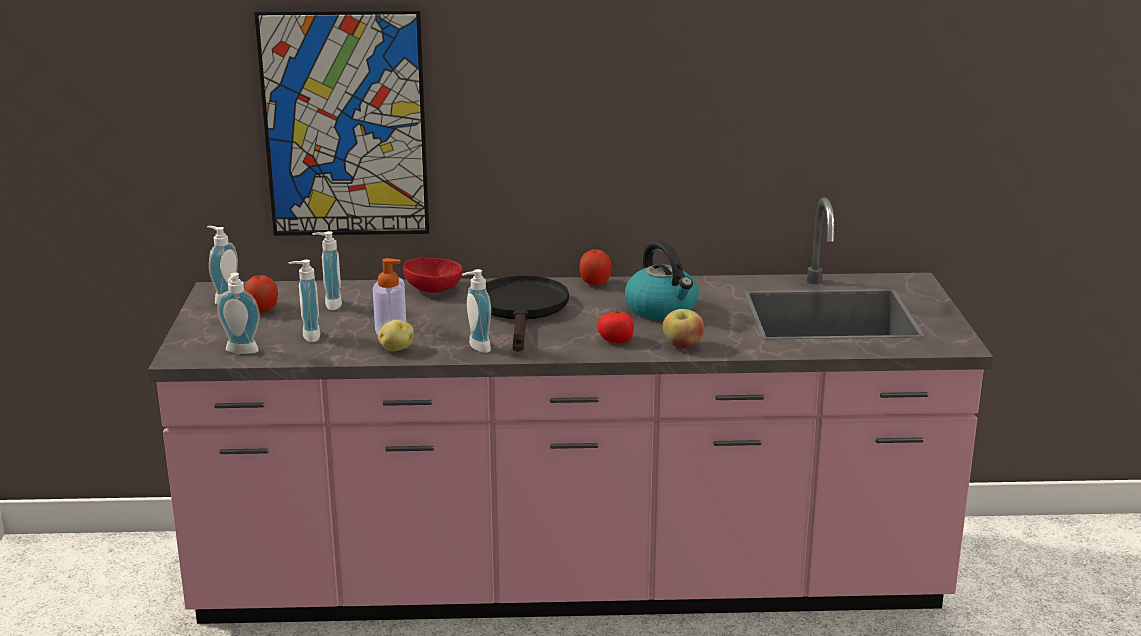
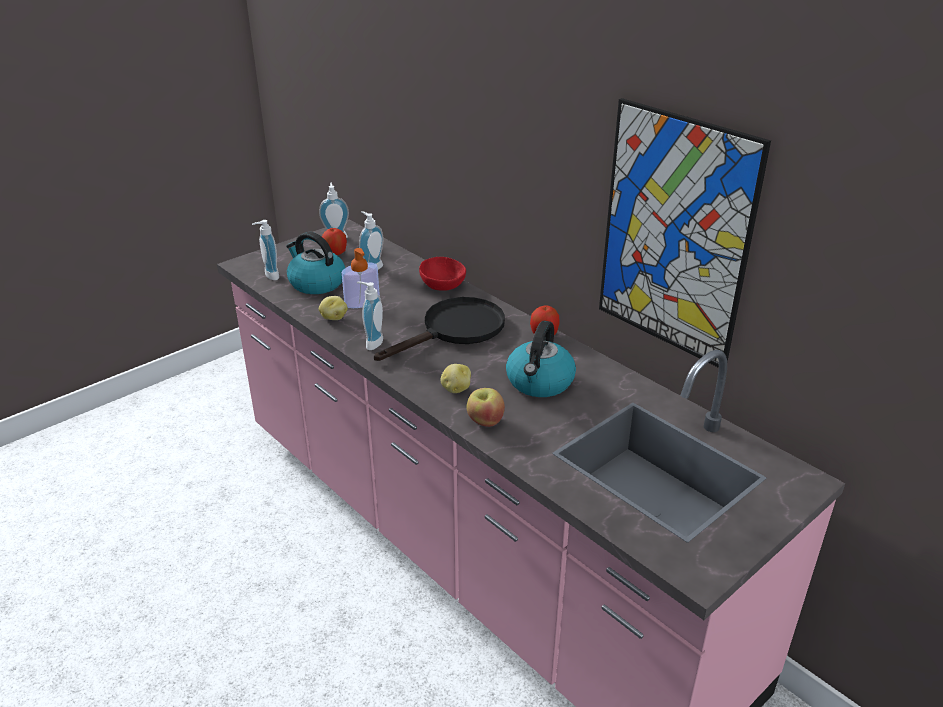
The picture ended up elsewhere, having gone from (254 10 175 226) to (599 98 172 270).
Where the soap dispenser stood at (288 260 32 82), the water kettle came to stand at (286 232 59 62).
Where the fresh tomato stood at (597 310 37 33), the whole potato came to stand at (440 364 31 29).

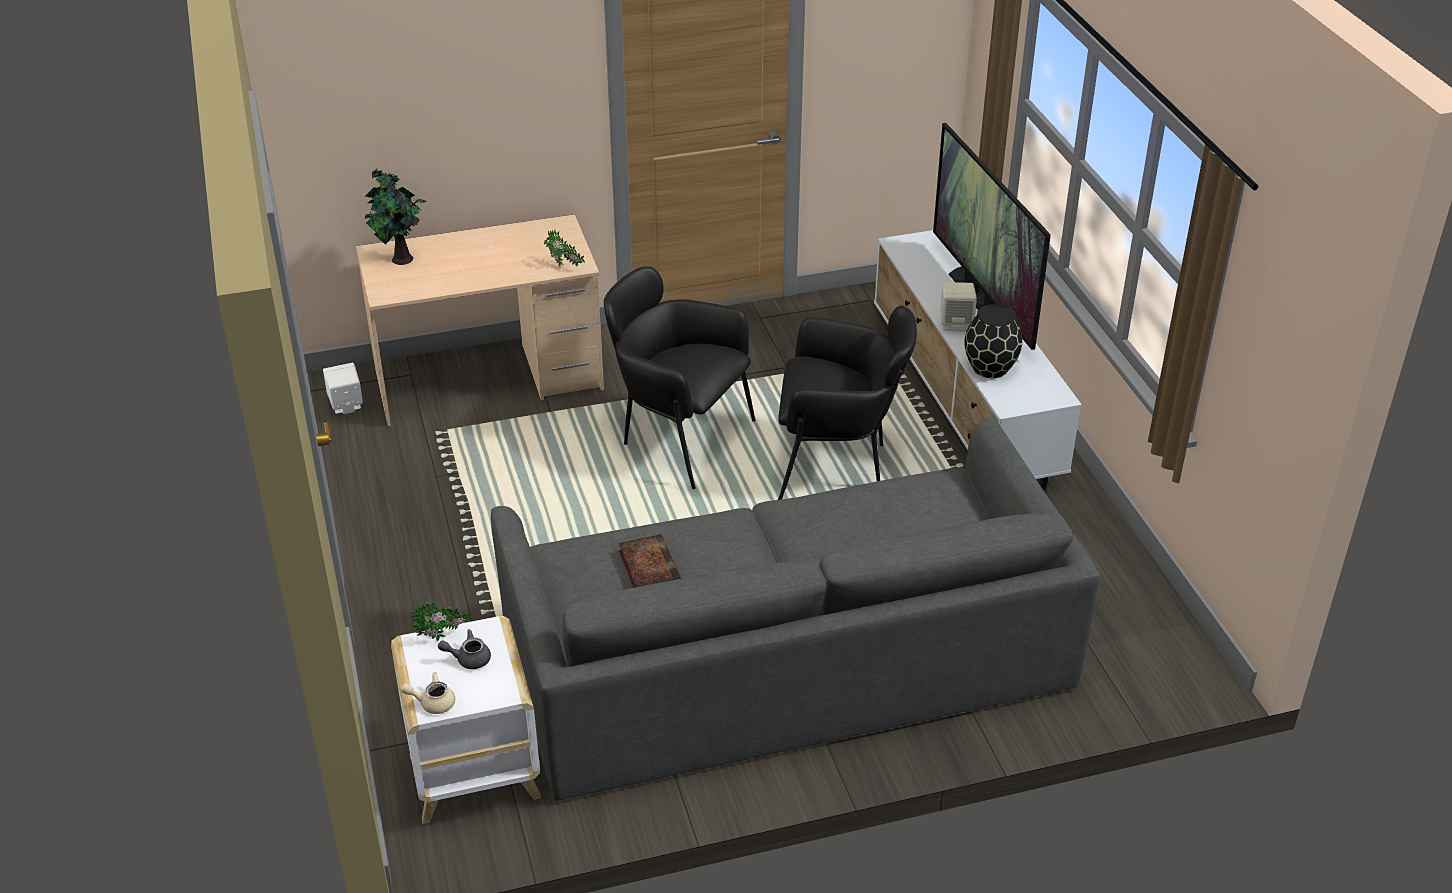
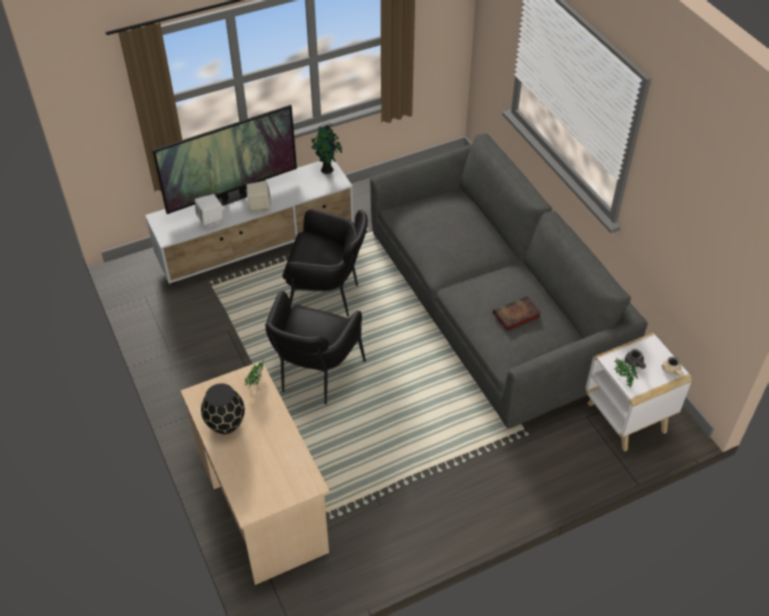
The plant in a pot ended up elsewhere, having gone from (365 169 62 96) to (311 123 31 51).
The blackish flower vase ended up elsewhere, having gone from (964 304 58 74) to (201 383 44 51).
The blackish easy chair at (778 306 139 194) ended up facing another way, 105 degrees clockwise from before.
The white-coloured loudspeaker ended up elsewhere, having gone from (323 363 40 51) to (195 194 28 34).

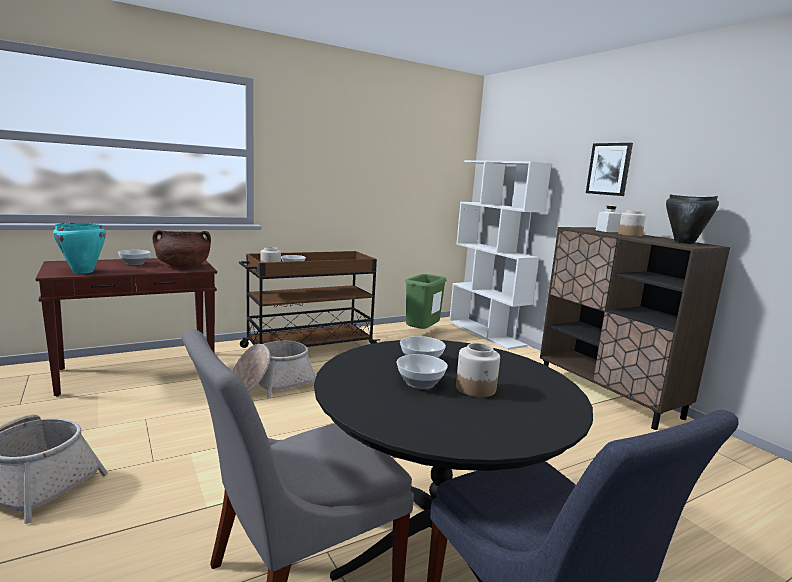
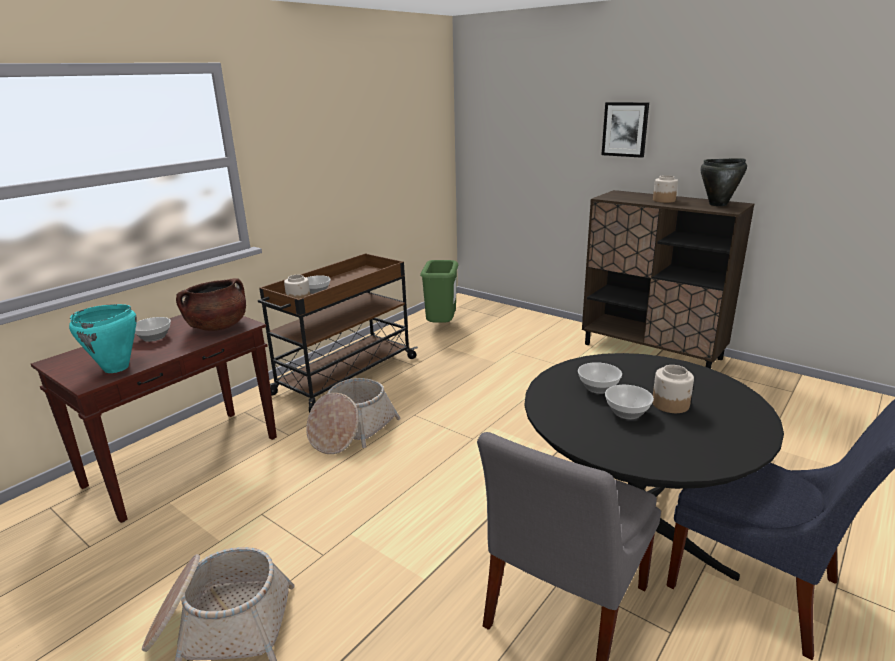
The second view lost the white-coloured shelving unit at (449 160 103 190).
The second view lost the white-coloured preserve jar at (596 206 25 26).

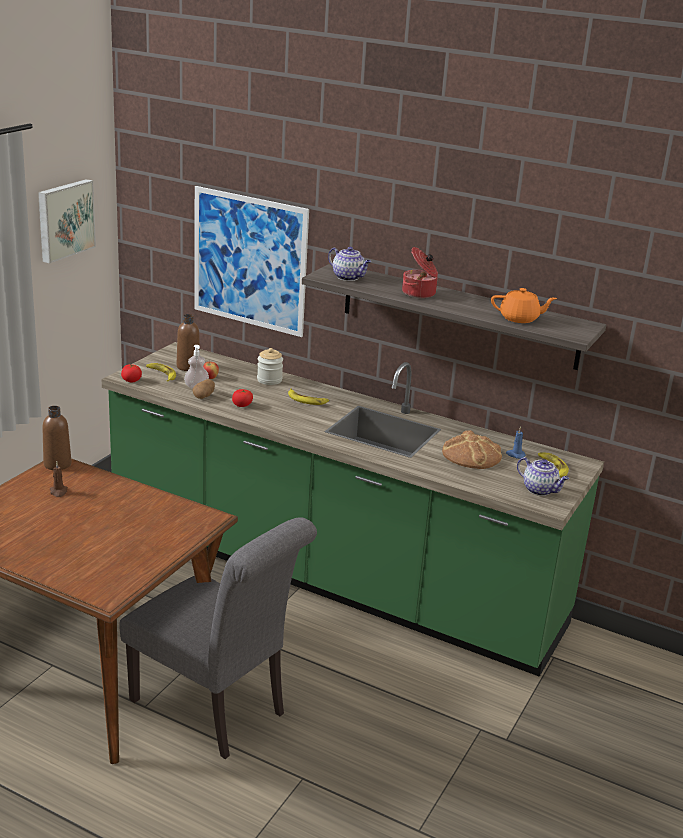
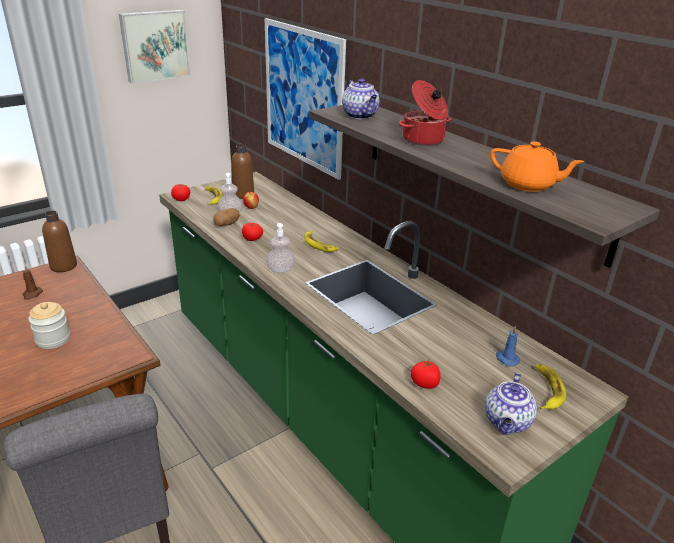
The preserve jar ended up elsewhere, having gone from (257 348 26 37) to (28 302 42 47).
The second view lost the bakery bread at (442 430 60 39).
The pot for tea at (517 457 52 39) ended up facing another way, 45 degrees clockwise from before.
The second view gained the soap dispenser at (266 223 29 50).
The second view gained the fresh tomato at (411 359 30 30).

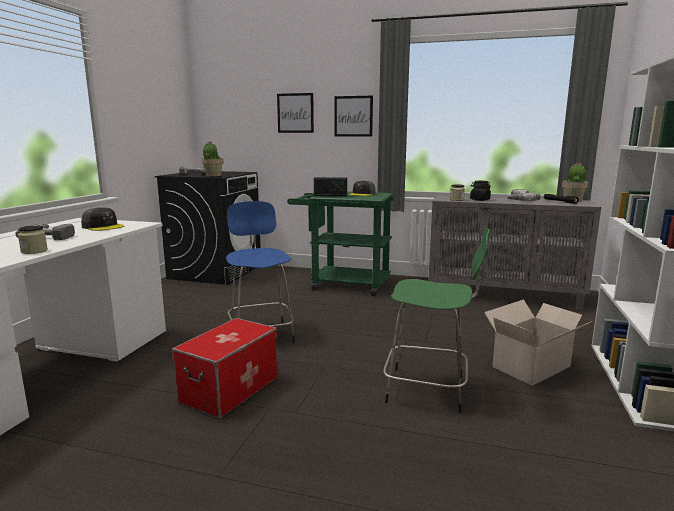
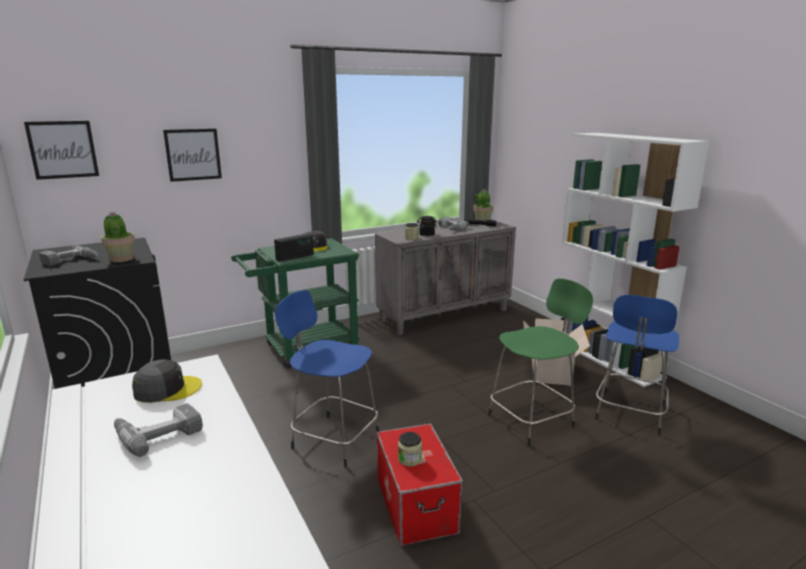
The picture ended up elsewhere, having gone from (334 96 39 41) to (24 121 75 59).
The preserve jar ended up elsewhere, having gone from (18 225 30 29) to (398 432 24 35).
The second view gained the blue-coloured stool seat at (595 295 84 141).

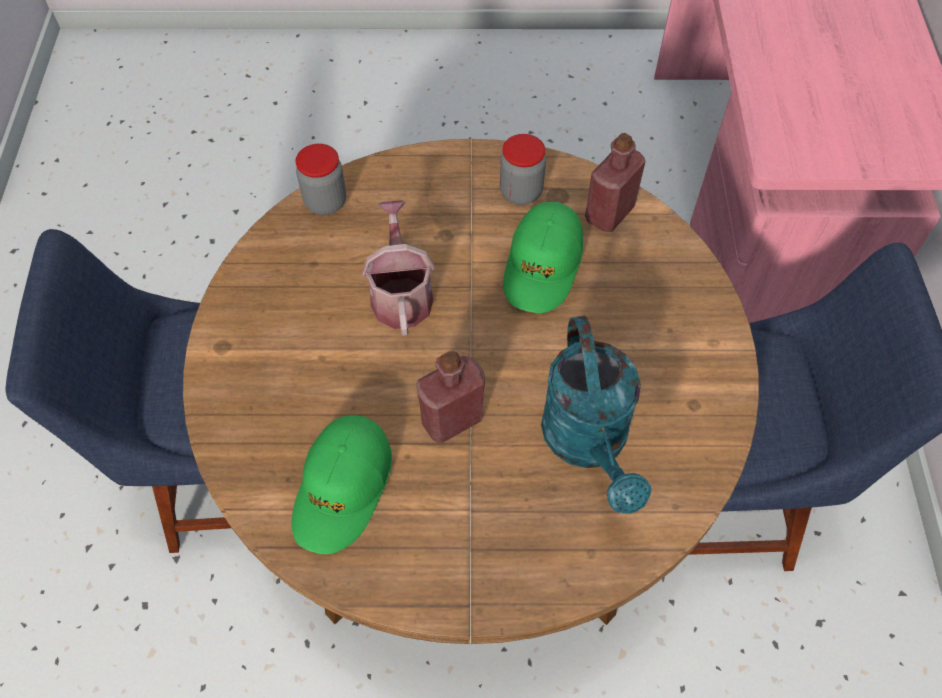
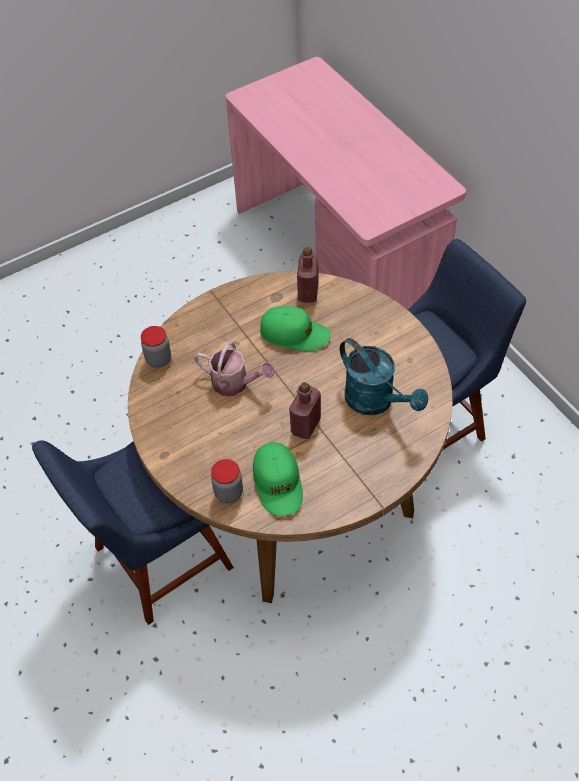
The preserve jar ended up elsewhere, having gone from (500 134 46 71) to (211 459 32 44).
The watering pot at (362 200 73 136) ended up facing another way, 150 degrees clockwise from before.
The greenish peaked cap at (503 202 80 111) ended up facing another way, 60 degrees counterclockwise from before.

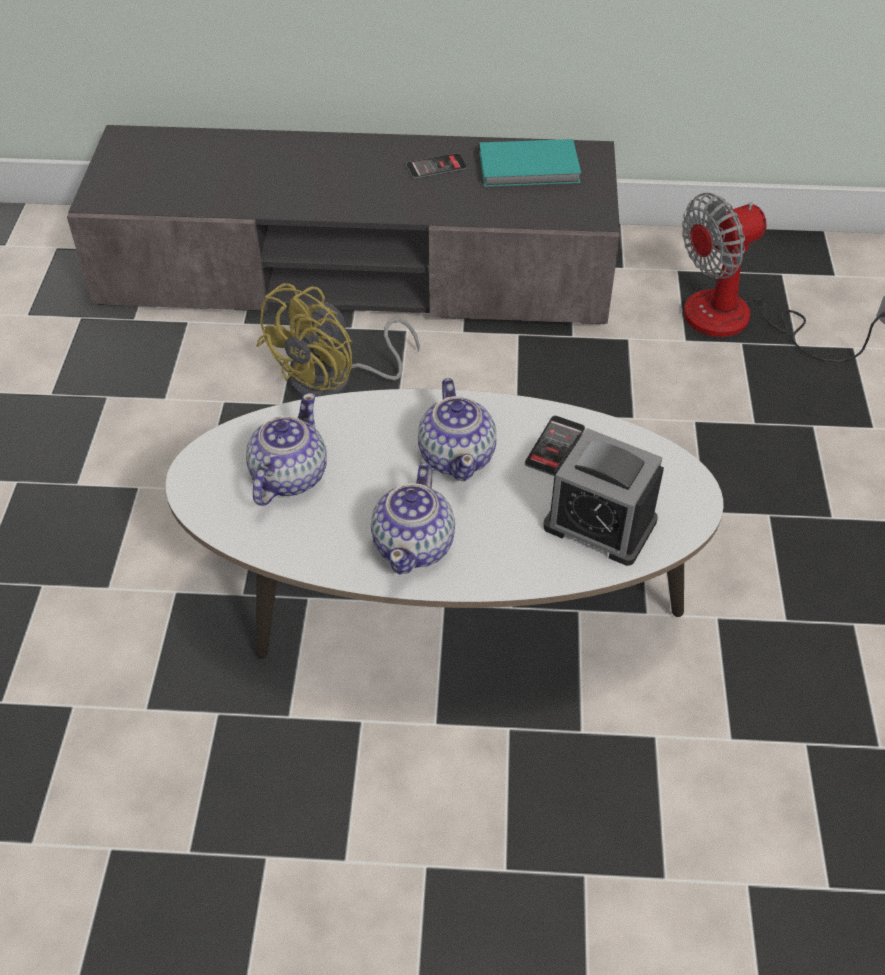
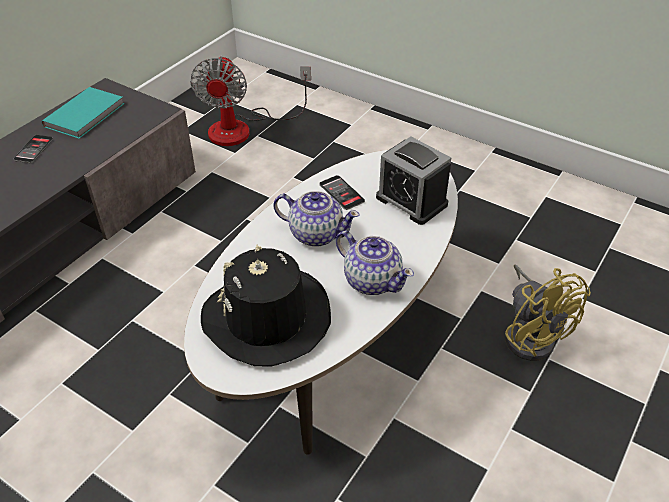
The yellow-coloured fan ended up elsewhere, having gone from (256 283 164 115) to (505 264 86 97).
Where the pot for tea stood at (246 393 81 113), the blackish hat came to stand at (201 245 130 121).
The table clock at (543 428 121 138) ended up facing another way, 75 degrees clockwise from before.

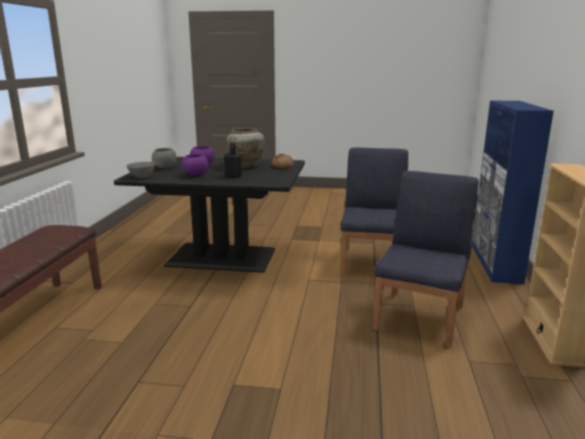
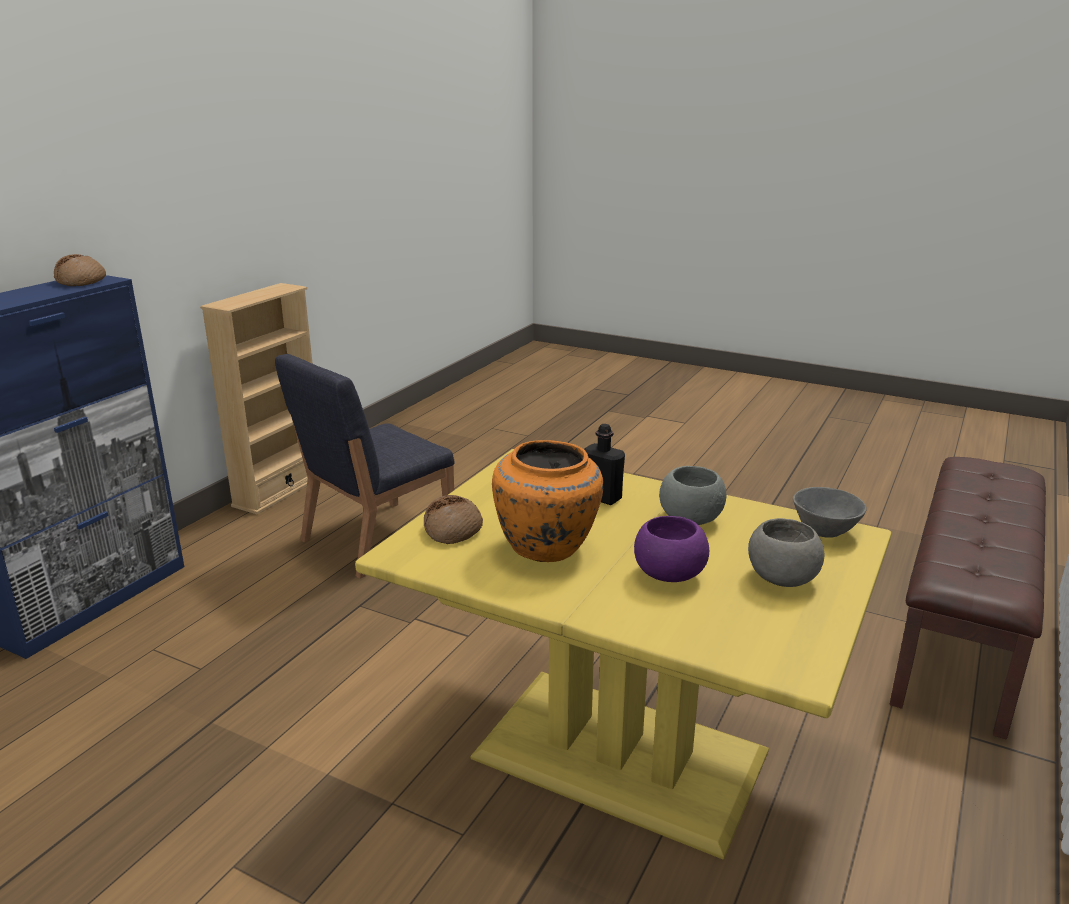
What was the beige-coloured flower vase at (226 128 39 40) turned into the orange flower vase at (492 440 112 122).
The second view lost the blue-coloured upright chair at (340 148 68 127).
What was the purple deep dish at (182 154 27 22) turned into the gray deep dish at (659 466 67 59).
What was the blackish kitchen table at (114 157 191 116) turned into the yellow-coloured kitchen table at (355 449 536 411).
The second view gained the bakery bread at (54 254 52 32).

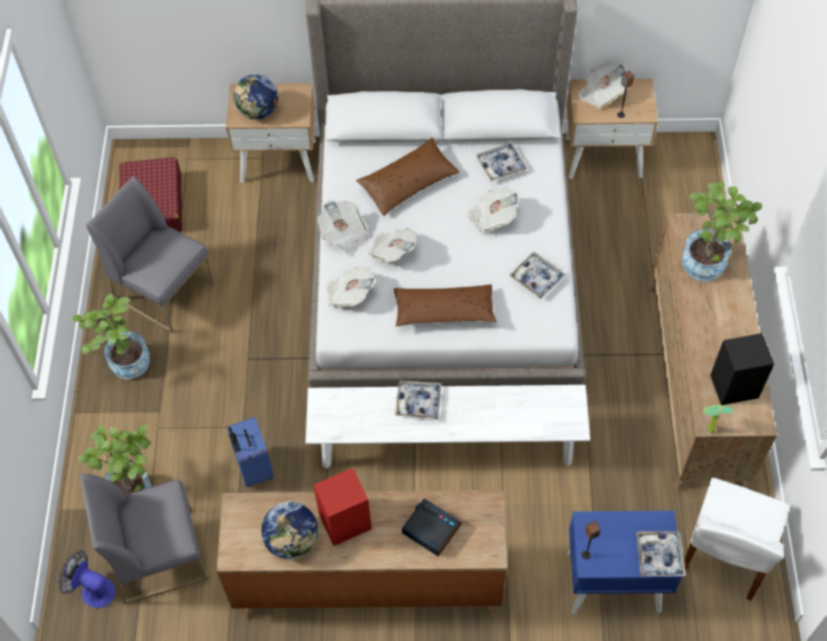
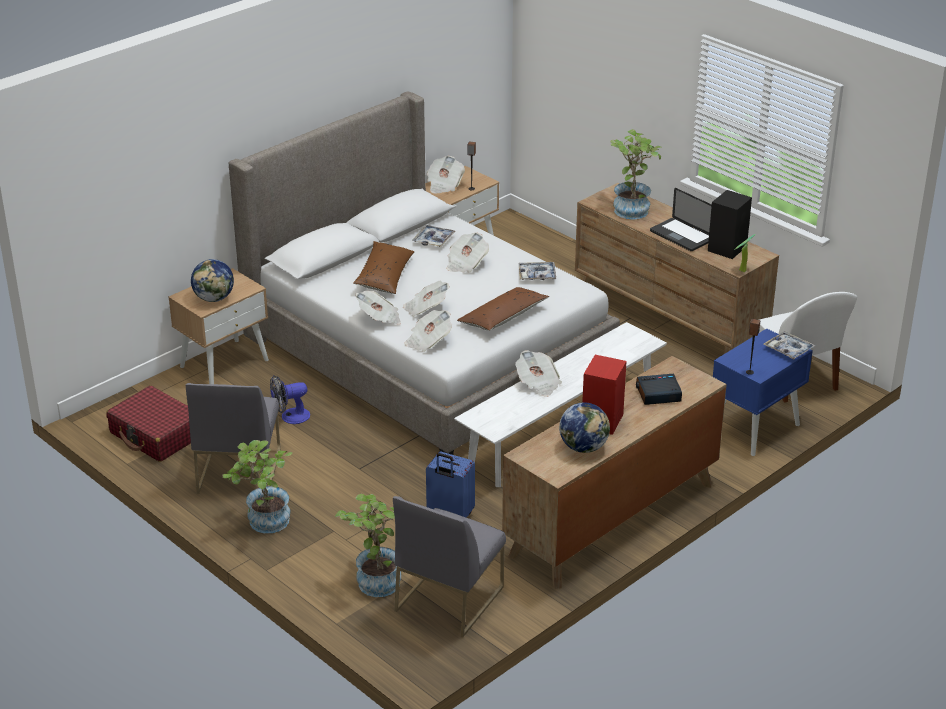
The gray upright chair at (86 176 129 157) ended up facing another way, 75 degrees counterclockwise from before.
Where the serving tray stood at (395 381 47 38), the daily paper came to stand at (515 350 47 47).
The fan ended up elsewhere, having gone from (59 551 57 57) to (270 375 40 49).
The second view gained the notebook computer at (650 188 62 63).

